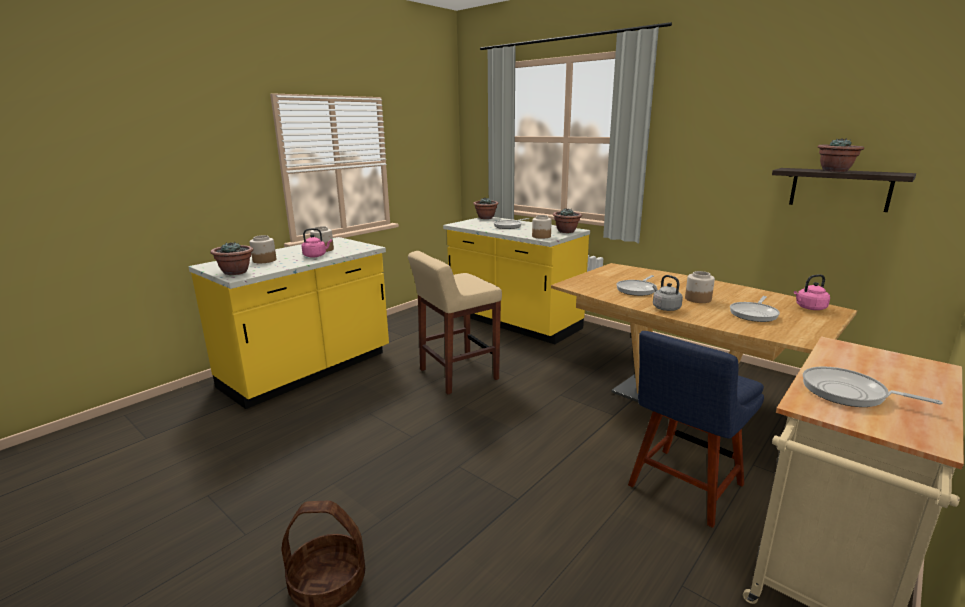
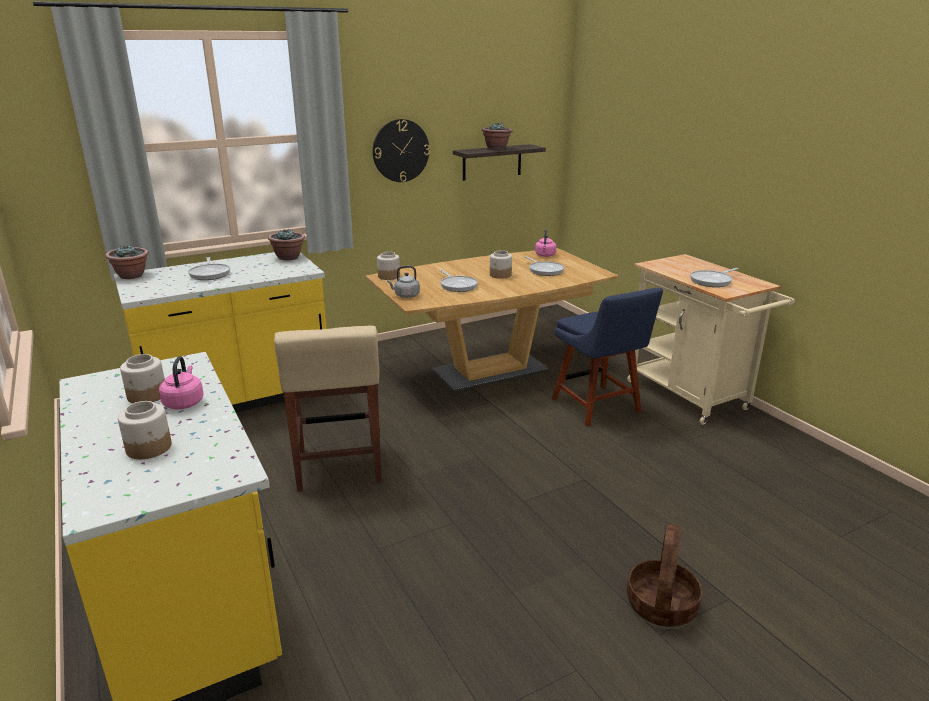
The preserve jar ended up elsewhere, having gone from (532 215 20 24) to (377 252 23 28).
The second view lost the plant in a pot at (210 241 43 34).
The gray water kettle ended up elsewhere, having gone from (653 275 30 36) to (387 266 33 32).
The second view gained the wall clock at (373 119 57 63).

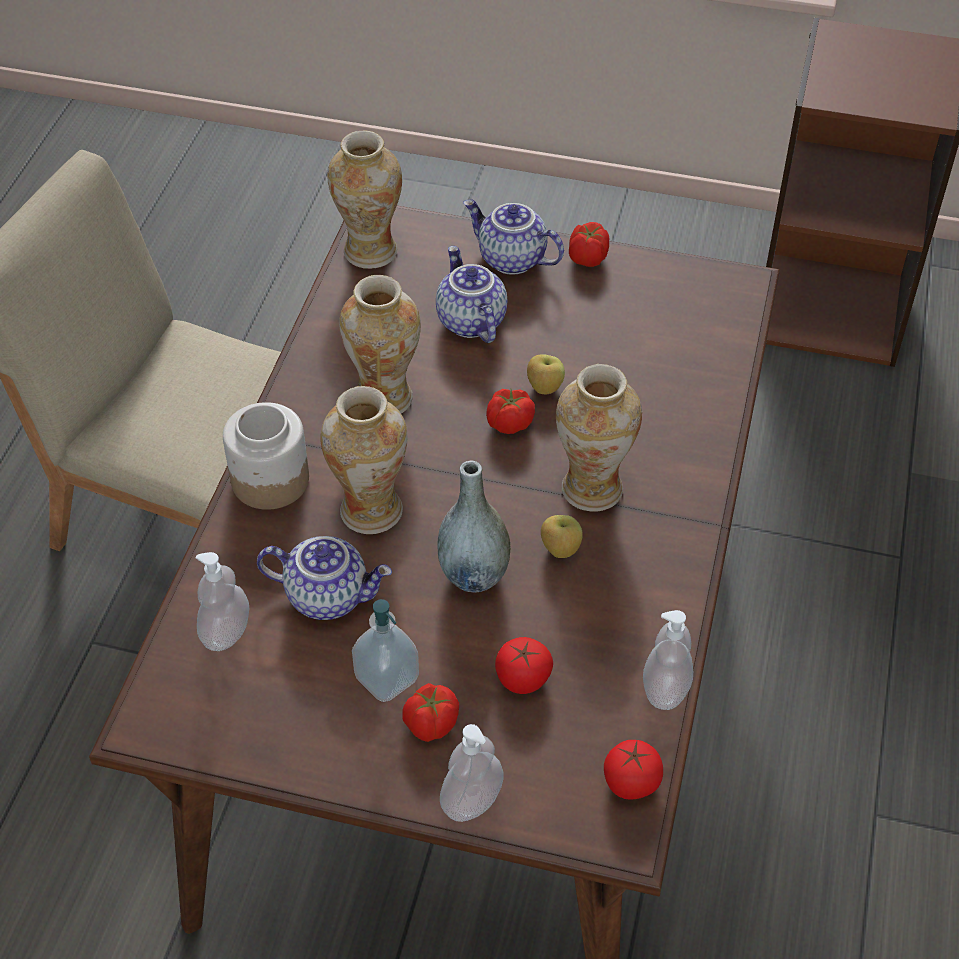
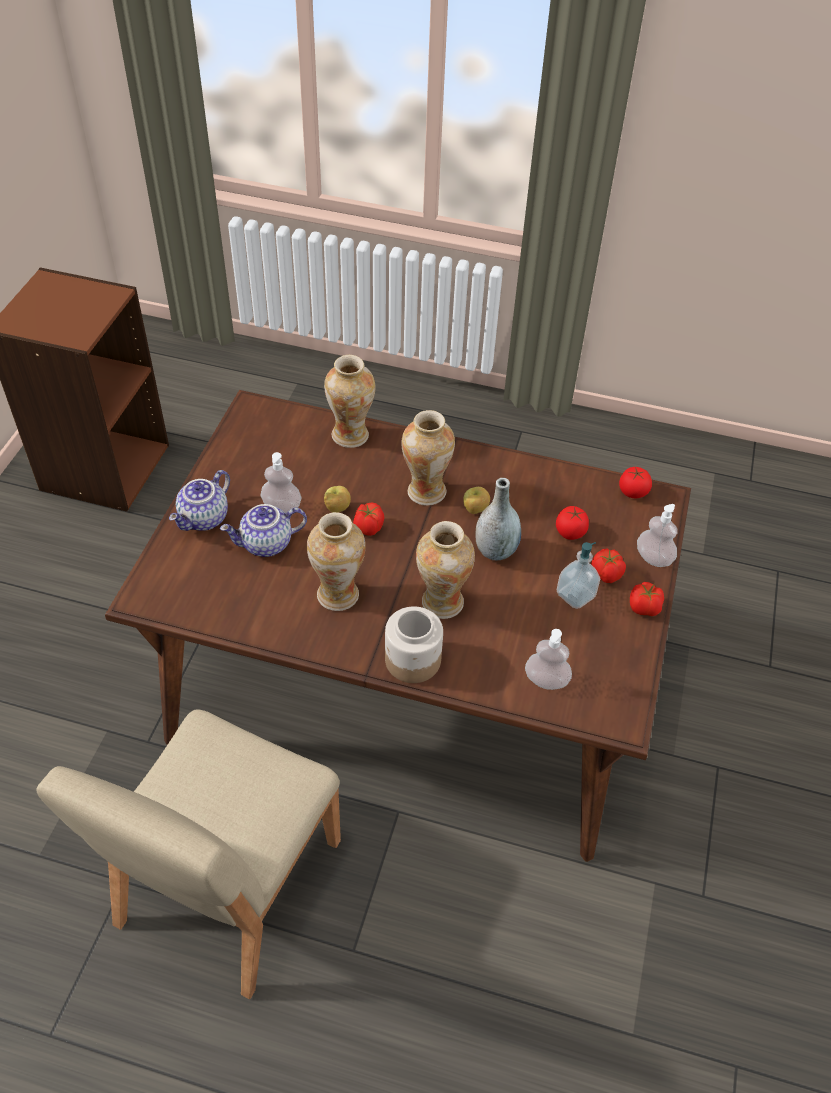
The flower vase ended up elsewhere, having gone from (327 130 75 139) to (324 355 51 93).
The fresh tomato ended up elsewhere, having gone from (569 222 40 45) to (630 582 34 34).
The second view lost the pot for tea at (257 536 135 84).
The soap dispenser ended up elsewhere, having gone from (643 610 50 100) to (260 452 42 61).

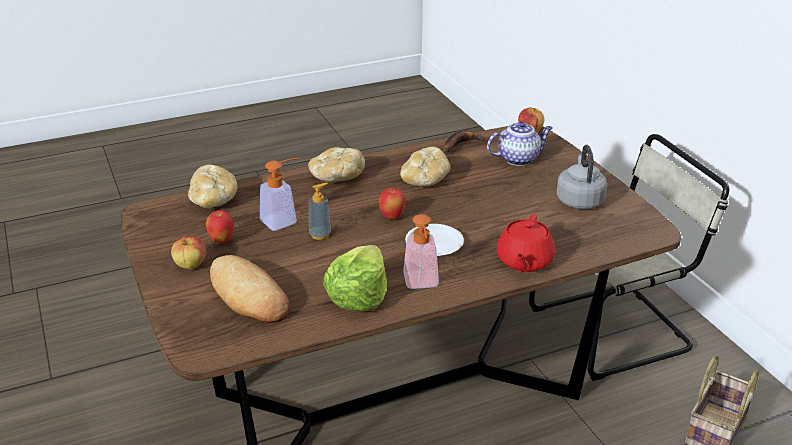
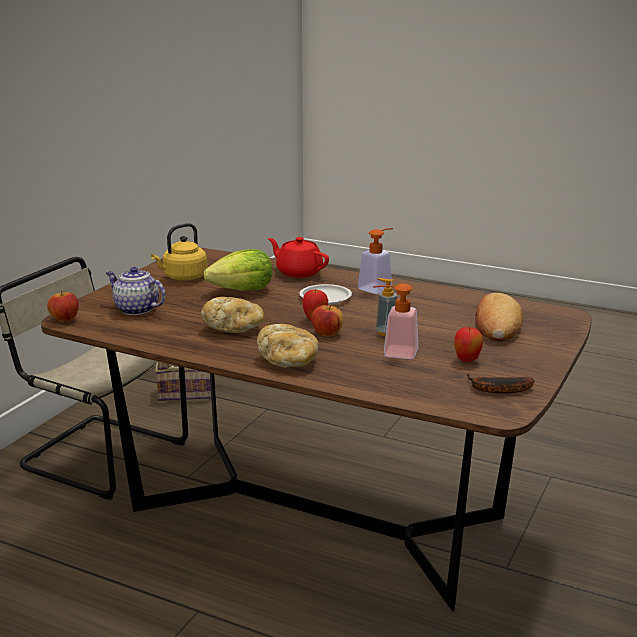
The banana ended up elsewhere, having gone from (444 131 41 22) to (467 373 67 20).
What was the gray water kettle at (557 145 50 64) turned into the yellow-coloured water kettle at (151 223 57 58).
The second view lost the bakery bread at (188 165 49 43).
The red pot for tea at (497 214 58 58) ended up facing another way, 120 degrees counterclockwise from before.
The whole apple ended up elsewhere, having gone from (171 236 35 33) to (311 304 32 33).
The lettuce ended up elsewhere, having gone from (323 245 64 66) to (204 249 69 41).

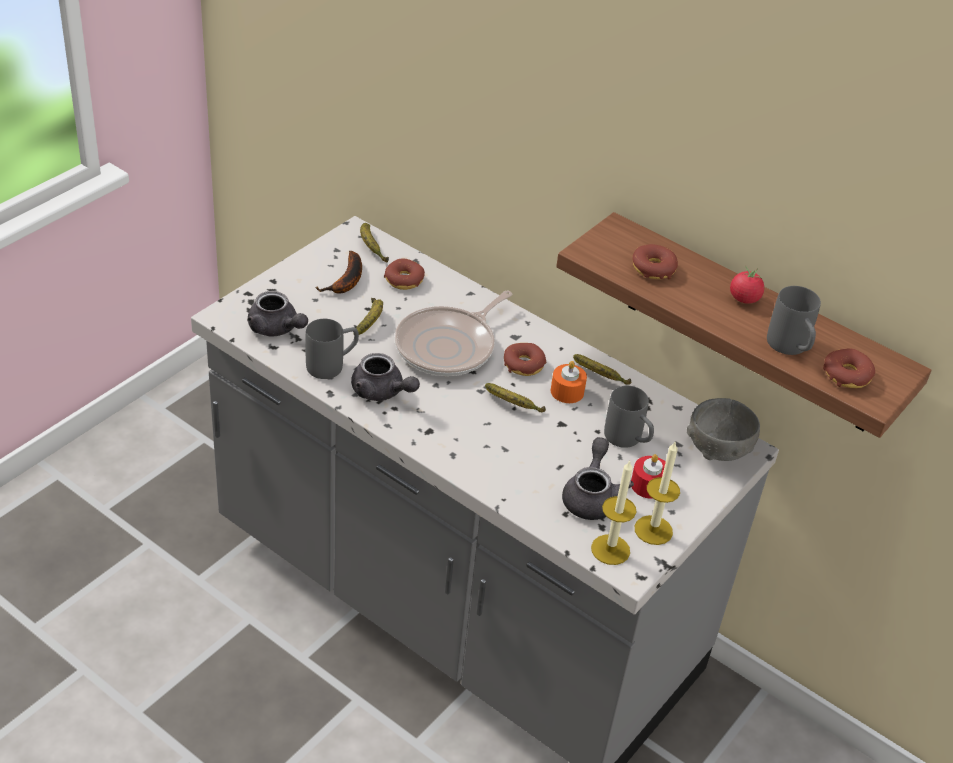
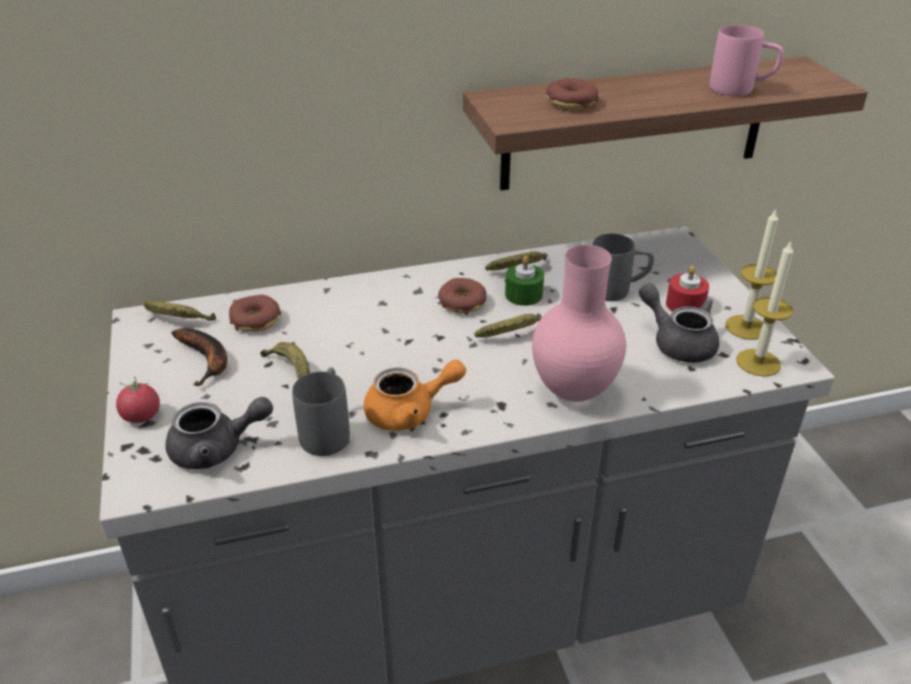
The fresh tomato ended up elsewhere, having gone from (730 266 34 38) to (116 377 44 46).
What was the gray coffee mug at (767 286 54 69) turned into the pink coffee mug at (709 25 75 71).
The second view lost the frying pan at (395 291 117 85).
The second view lost the donut at (823 348 52 40).
What was the gray pot for tea at (351 353 69 48) turned into the orange pot for tea at (364 360 102 71).
What was the orange candle at (551 361 36 42) turned into the greenish candle at (505 256 39 50).
The second view lost the gray deep dish at (687 398 73 63).
The second view gained the pink flower vase at (532 245 94 157).

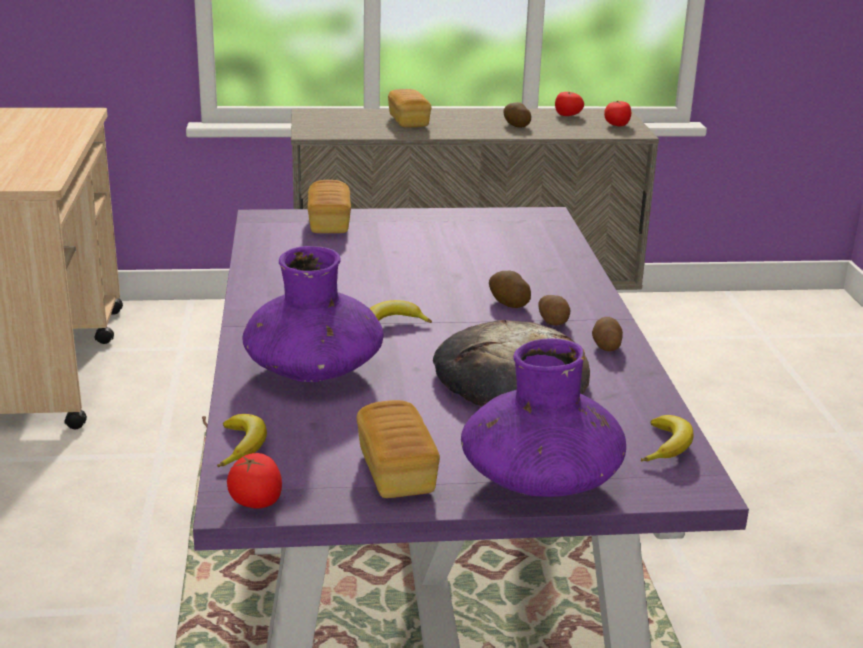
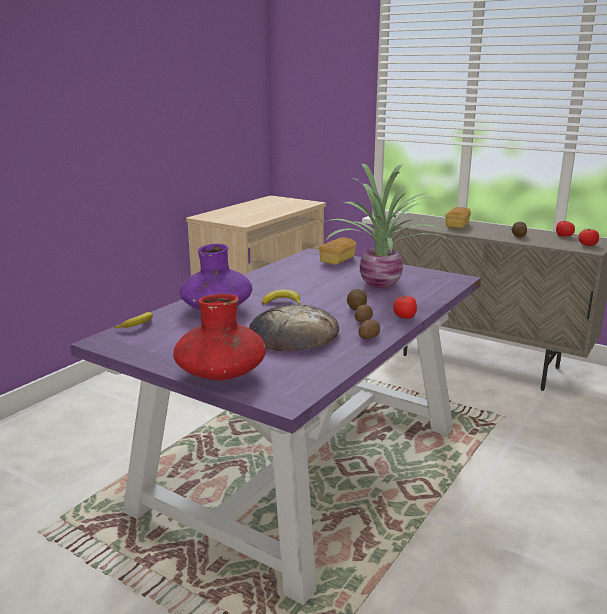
What was the purple flower vase at (461 339 165 158) turned into the red flower vase at (173 294 93 86).
The second view lost the bakery bread at (357 400 83 98).
The second view lost the banana at (640 415 54 46).
The fresh tomato ended up elsewhere, having gone from (227 453 55 56) to (393 295 24 24).
The second view gained the plant in a pot at (323 164 125 124).

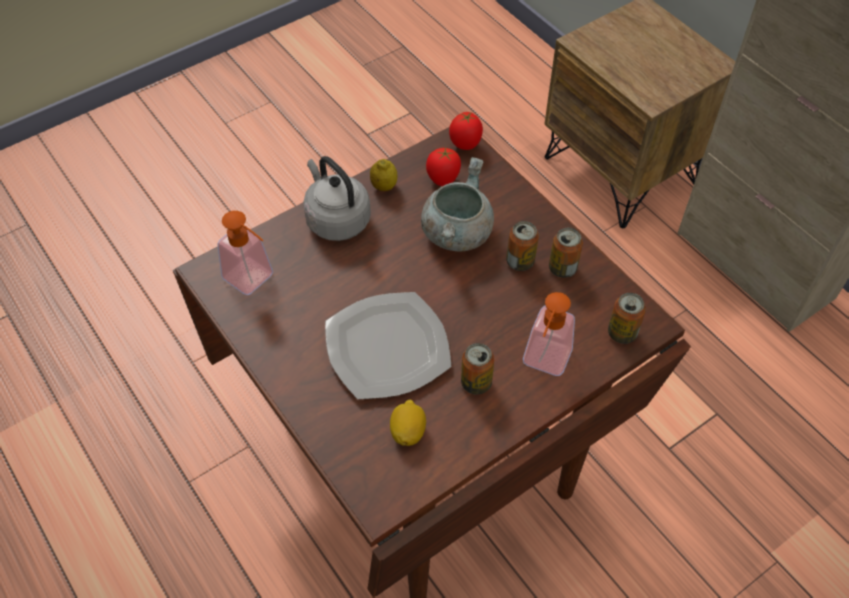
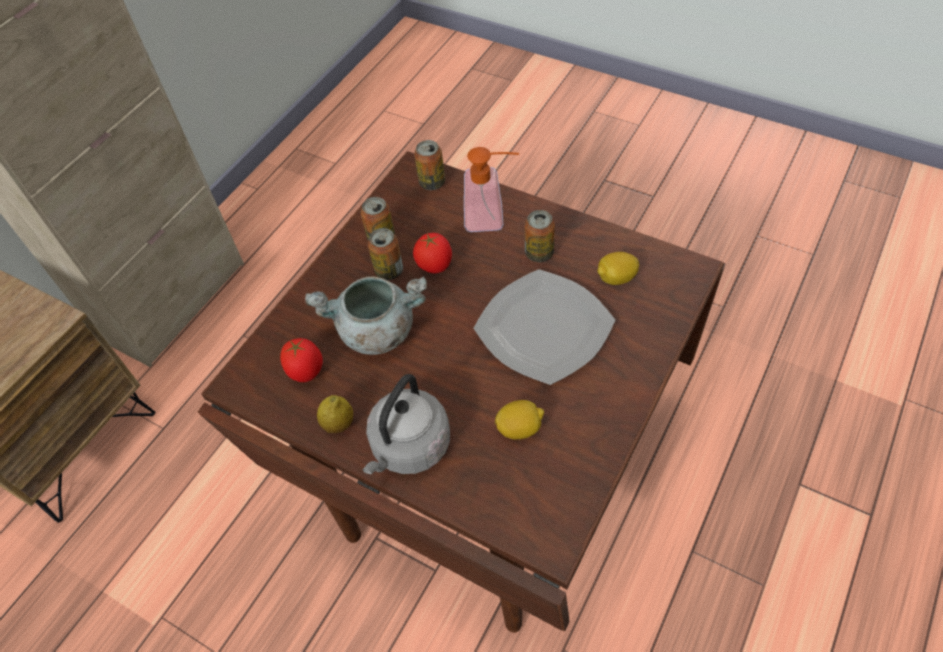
The fresh tomato ended up elsewhere, having gone from (449 112 34 38) to (413 233 39 40).
The second view lost the soap dispenser at (217 211 56 84).
The second view gained the citrus fruit at (495 400 49 39).

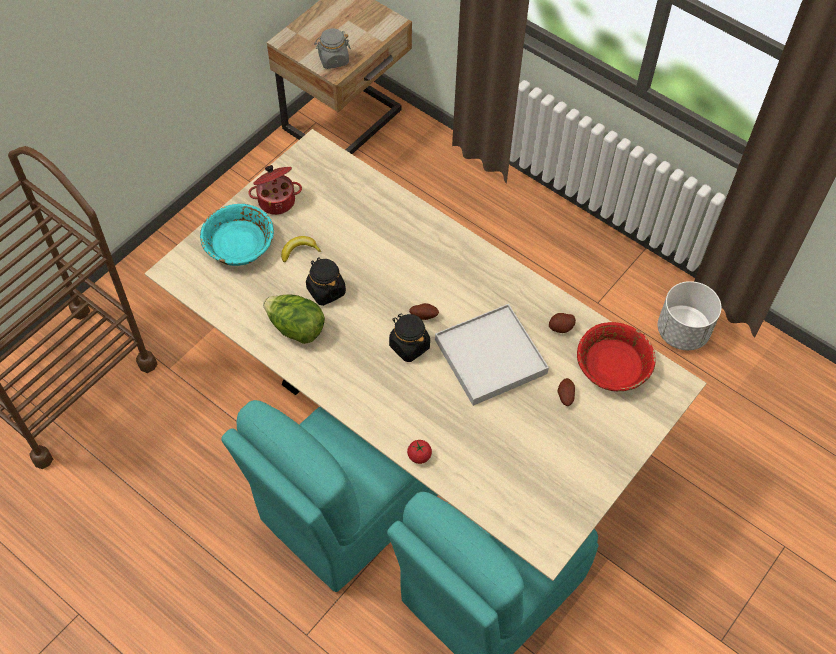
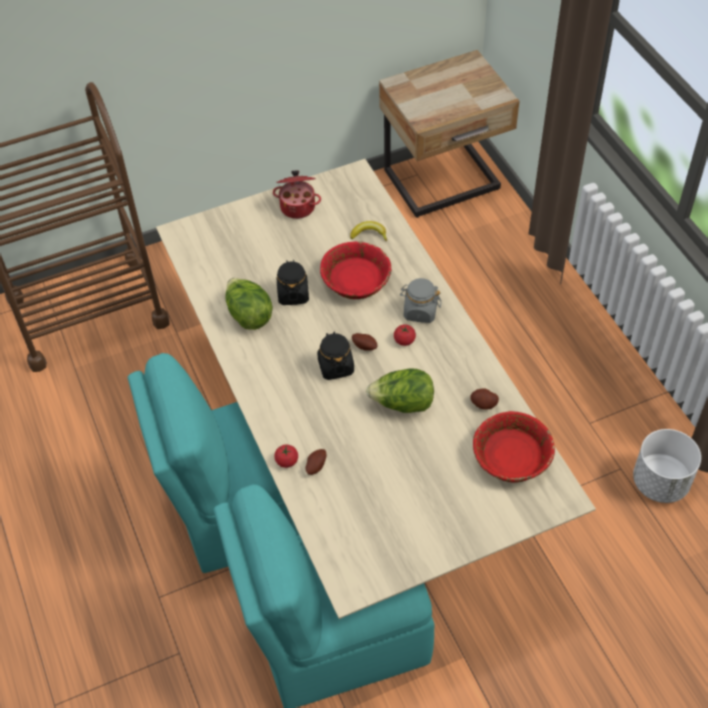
The gray preserve jar ended up elsewhere, having gone from (314 28 37 41) to (400 278 41 45).
The second view lost the blue-green deep dish at (200 204 74 62).
The banana ended up elsewhere, having gone from (281 236 40 26) to (350 221 37 20).
Where the white-coloured serving tray stood at (435 304 114 102), the lettuce came to stand at (366 368 68 45).
The whole potato ended up elsewhere, having gone from (558 378 17 28) to (305 449 21 26).
The second view gained the red deep dish at (320 241 71 58).
The second view gained the fresh tomato at (394 324 22 22).

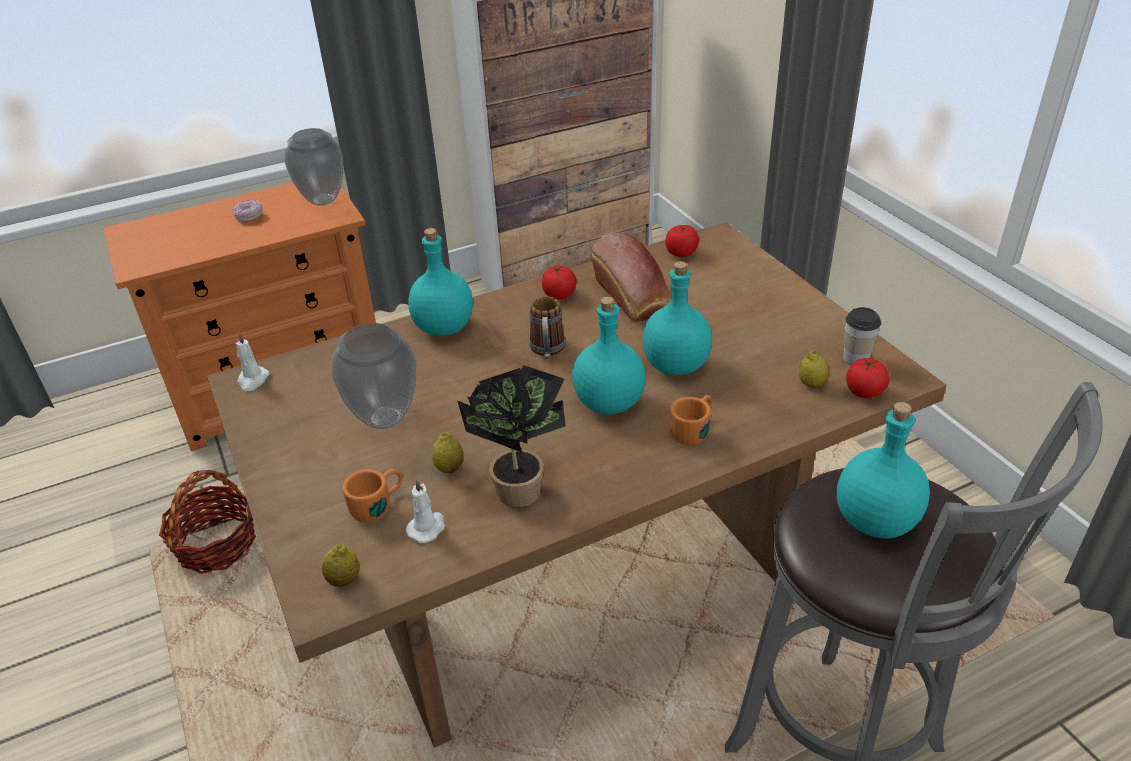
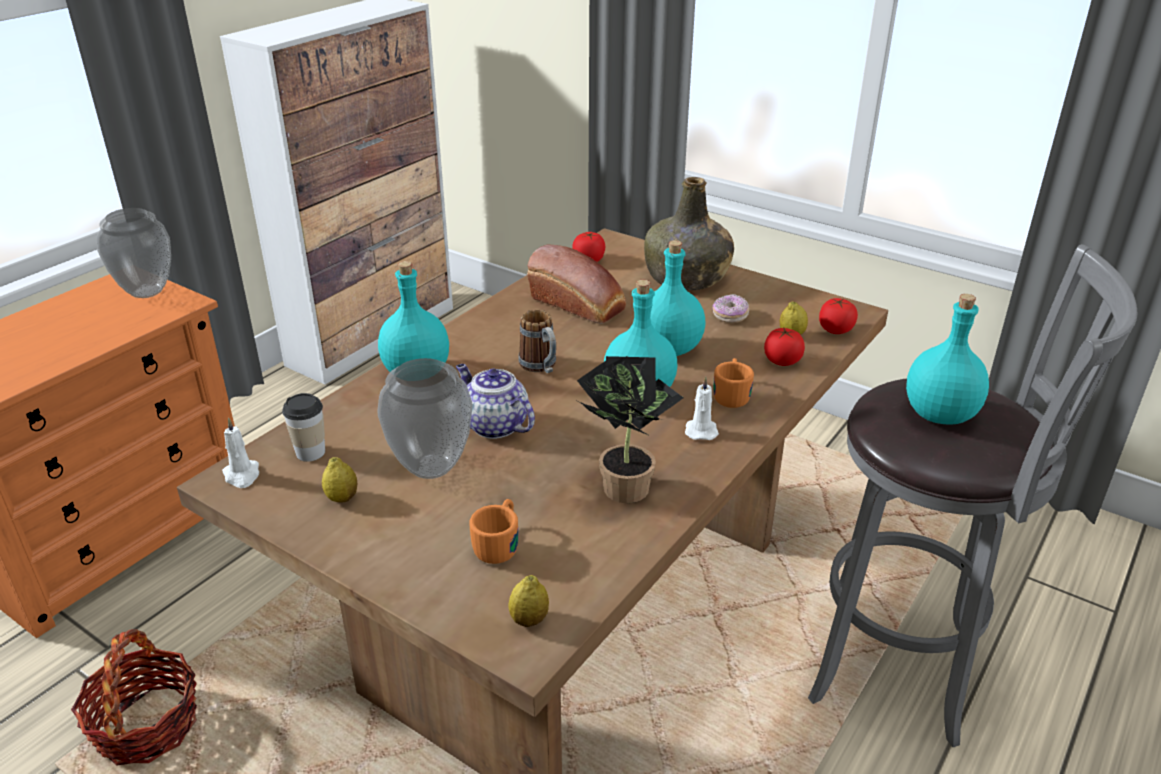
The donut ended up elsewhere, having gone from (232 200 31 23) to (712 294 37 29).
The fresh tomato ended up elsewhere, having gone from (542 266 35 34) to (764 328 41 38).
The small cup ended up elsewhere, having gone from (843 307 38 58) to (282 393 43 69).
The citrus fruit ended up elsewhere, having gone from (432 432 31 41) to (322 457 35 46).
The white-coloured candle ended up elsewhere, having gone from (406 479 39 64) to (685 376 34 64).
The second view gained the greenish bottle at (644 177 90 114).
The second view gained the pot for tea at (456 364 79 75).

